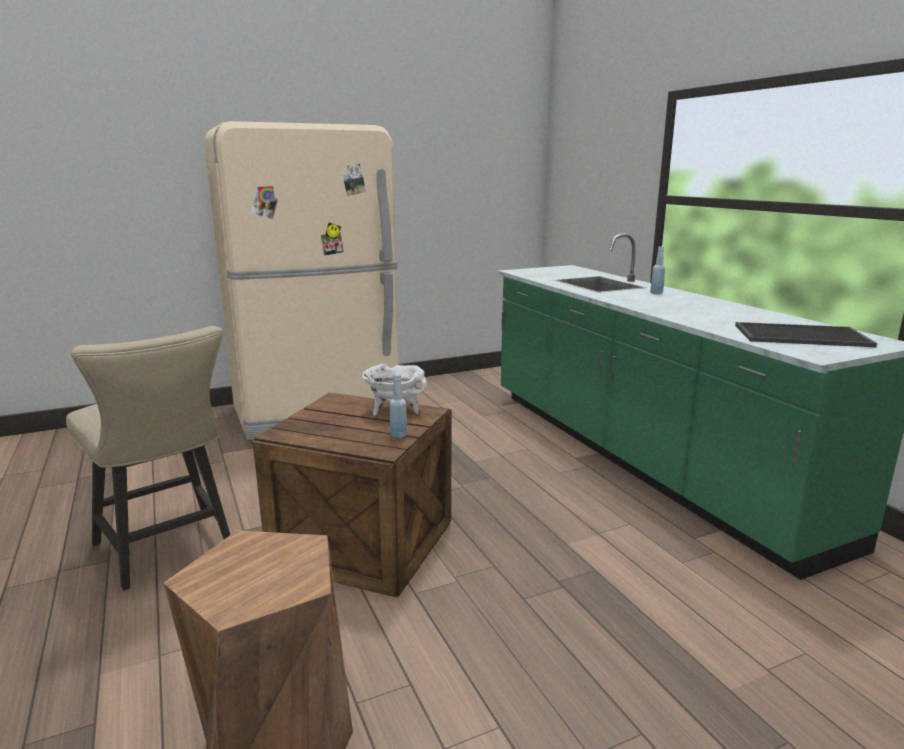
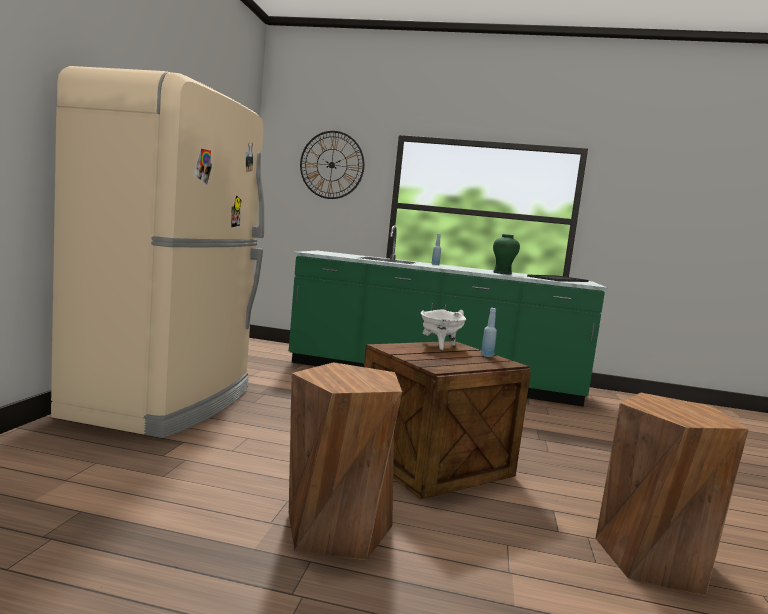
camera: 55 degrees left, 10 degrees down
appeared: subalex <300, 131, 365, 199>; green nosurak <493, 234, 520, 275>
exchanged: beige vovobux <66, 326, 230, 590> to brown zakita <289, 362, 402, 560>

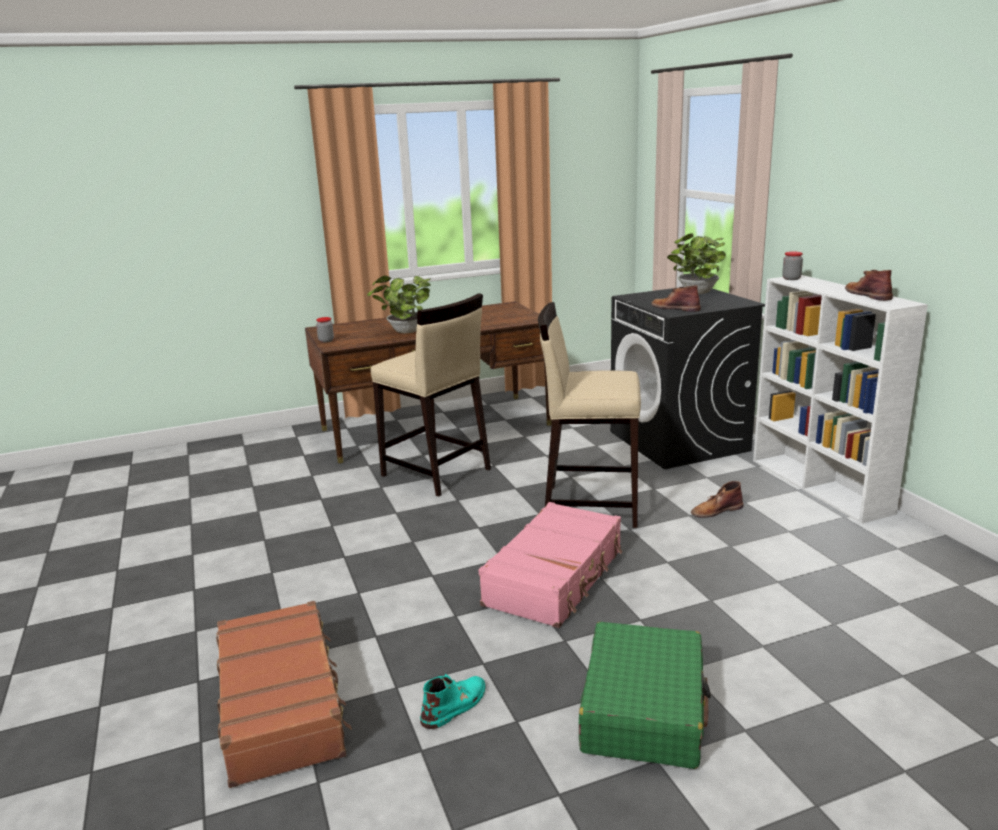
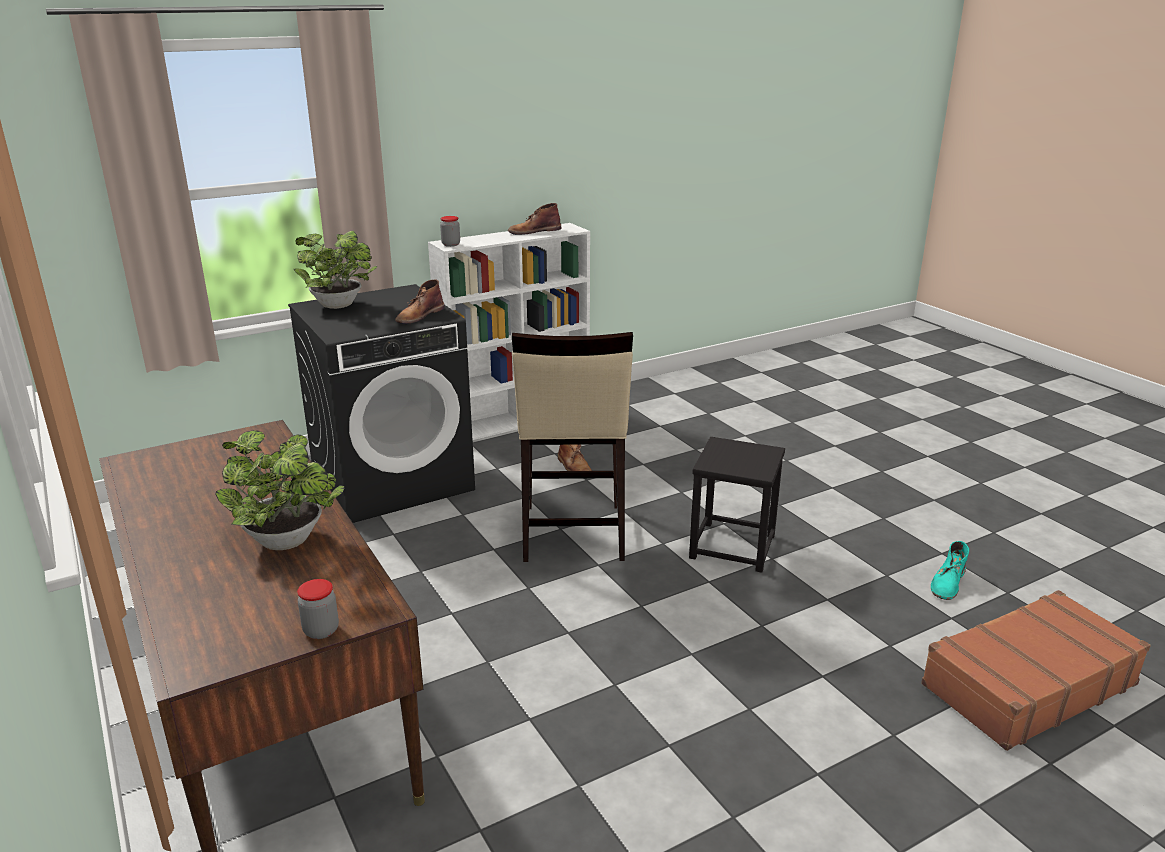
camera: 100 degrees left, 5 degrees up
missing: beige zakita <371, 293, 491, 497>; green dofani <579, 622, 711, 769>
exchanged: pink dofani <479, 502, 622, 628> to black zakita <689, 437, 785, 573>
spun: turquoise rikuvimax <420, 674, 486, 729> = <931, 541, 969, 600> 90 degrees counterclockwise

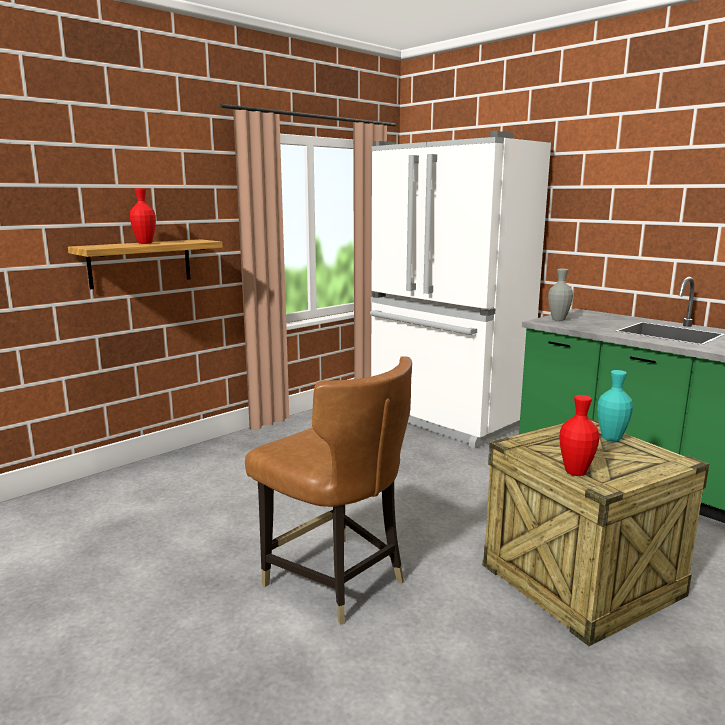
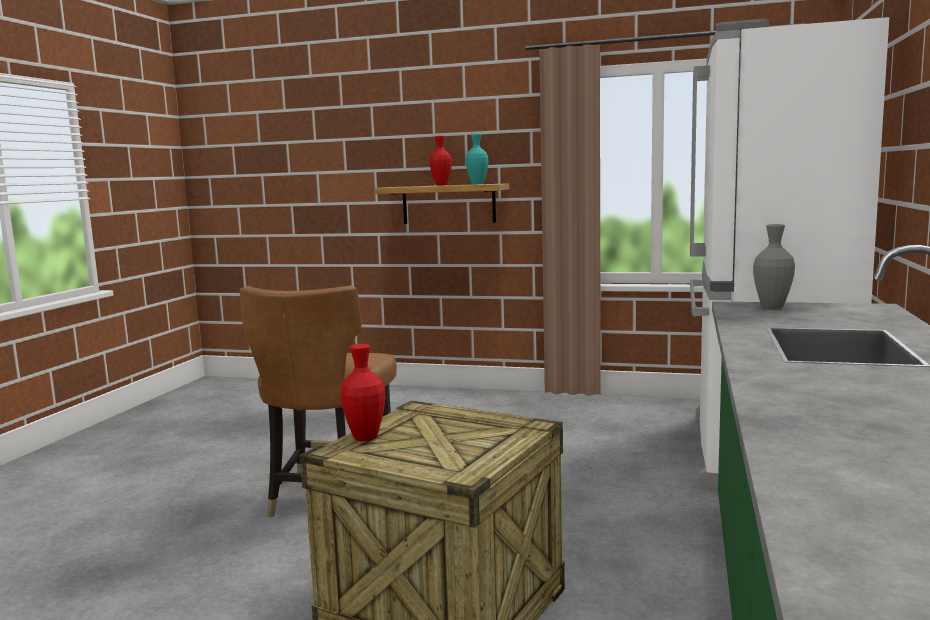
camera: 60 degrees right, 5 degrees down
relocated: turquoise nosurak <598, 370, 633, 441> to <465, 134, 488, 184>

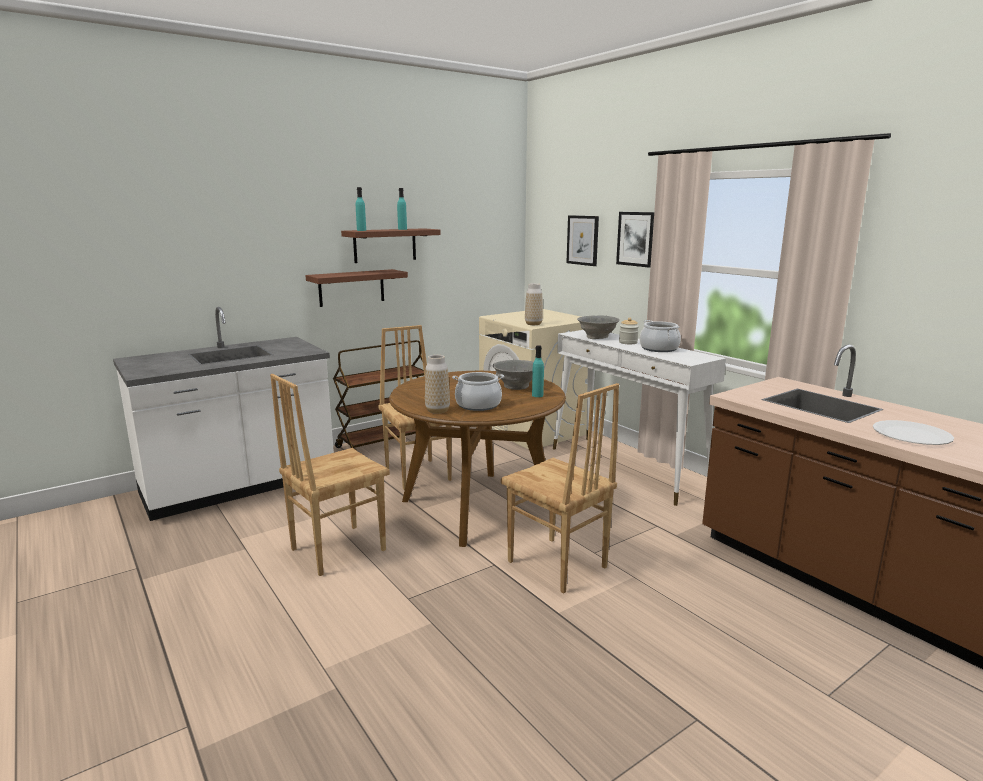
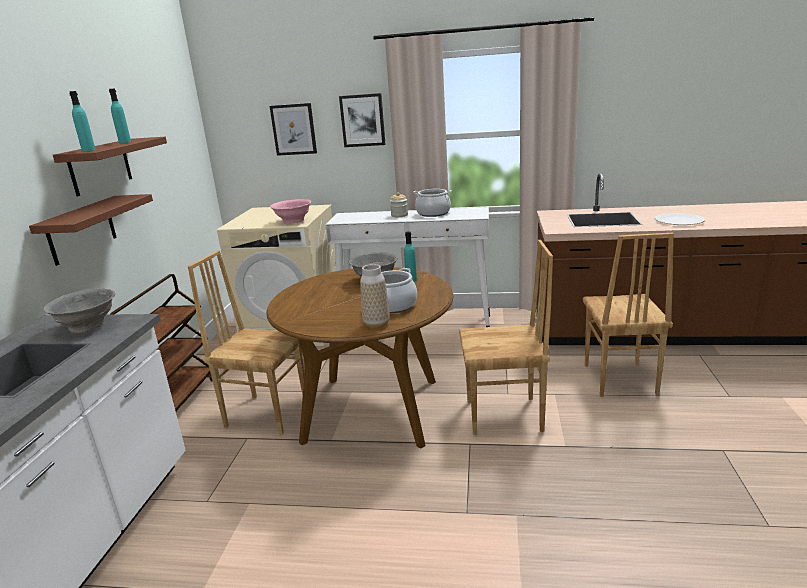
camera: 45 degrees left, 5 degrees up
relocated: brown vovobux <270, 374, 390, 576> to <583, 233, 674, 397>; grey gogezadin <577, 315, 620, 339> to <43, 288, 115, 333>
exchanged: nosurak <525, 283, 543, 325> to pink gogezadin <270, 199, 311, 224>

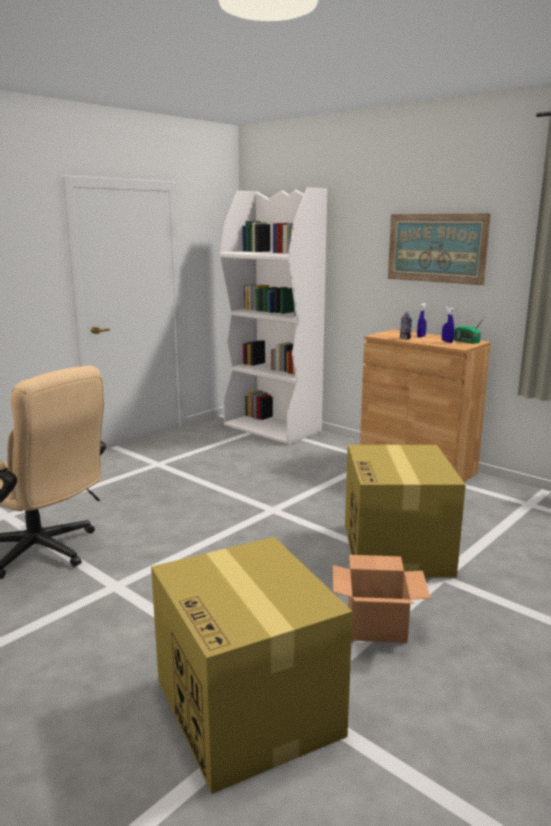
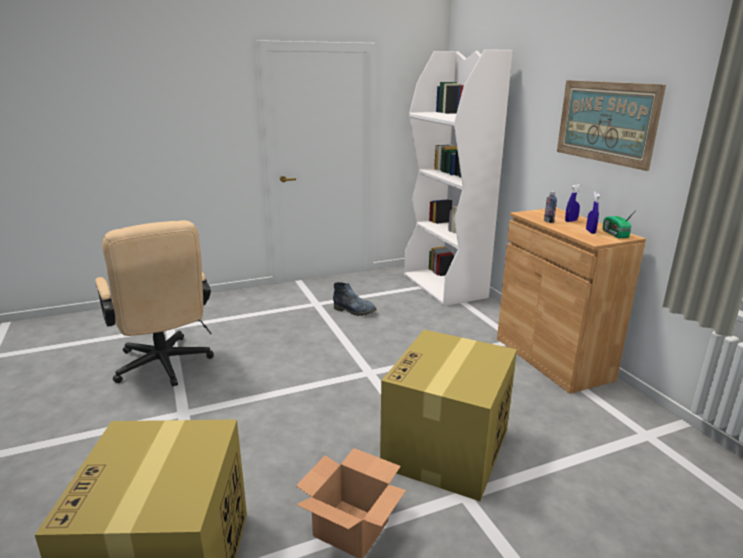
camera: 25 degrees right, 5 degrees up
appeared: rikuvimax <333, 282, 377, 316>

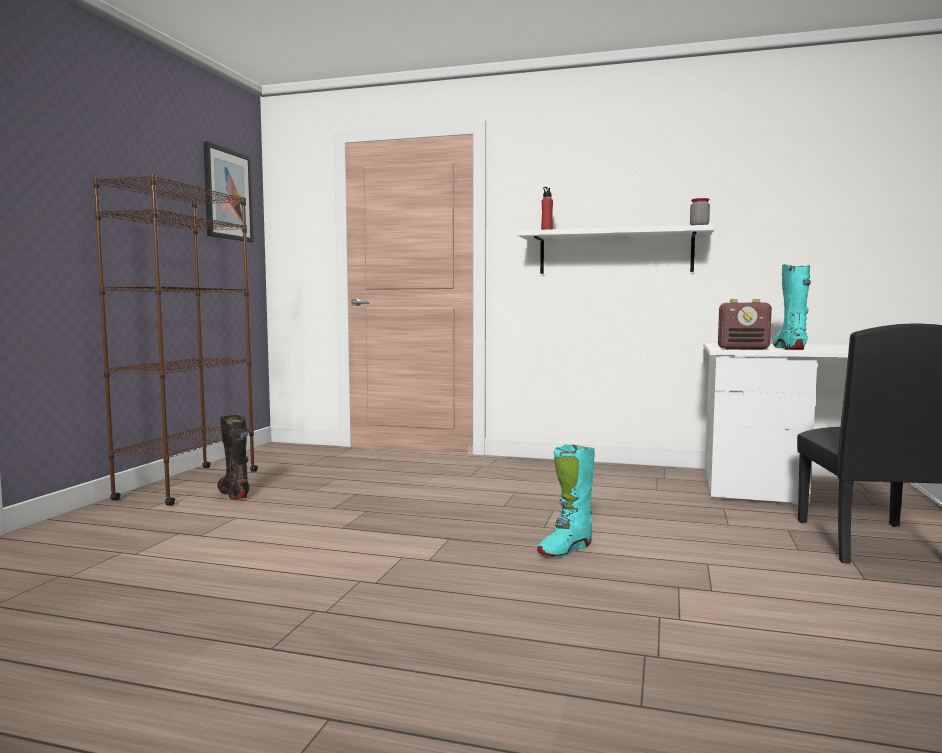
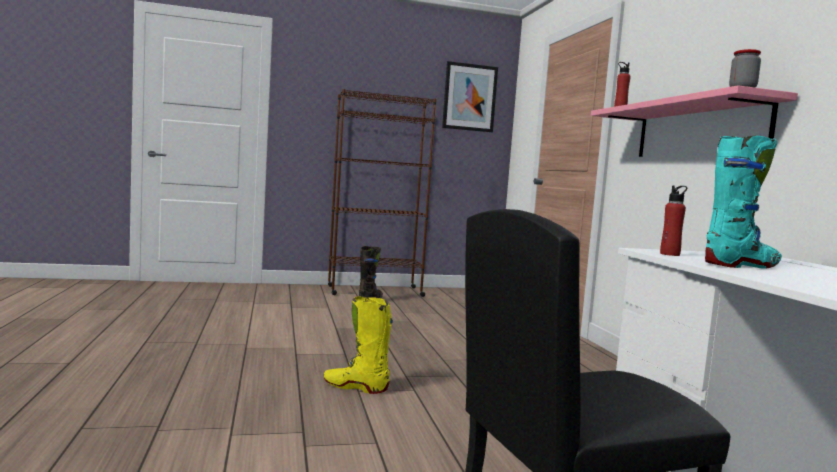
camera: 60 degrees right, 0 degrees up
exchanged: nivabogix <718, 299, 772, 350> to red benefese <660, 185, 688, 256>
colour: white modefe <517, 225, 714, 274> to pink modefe <591, 85, 798, 157>; turquoise rikuvimax <537, 444, 594, 558> to yellow rikuvimax <324, 296, 393, 394>

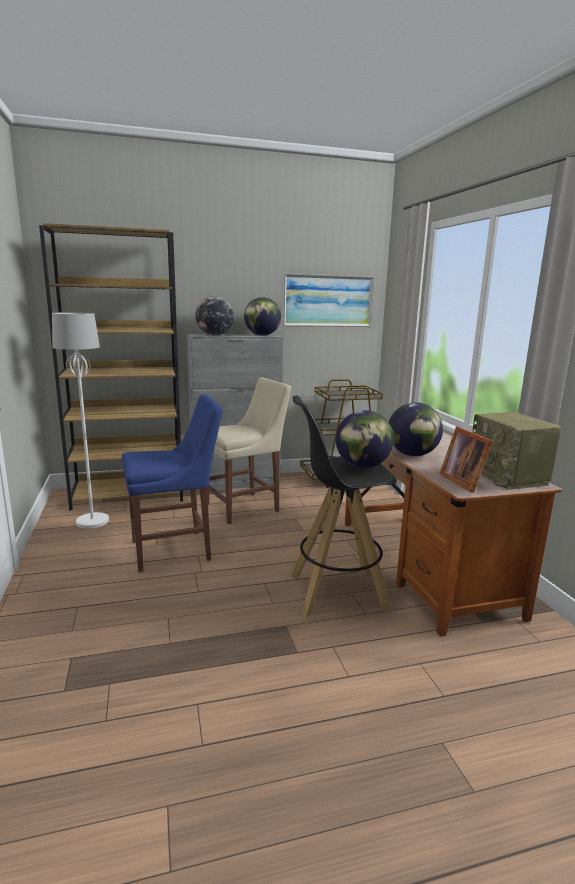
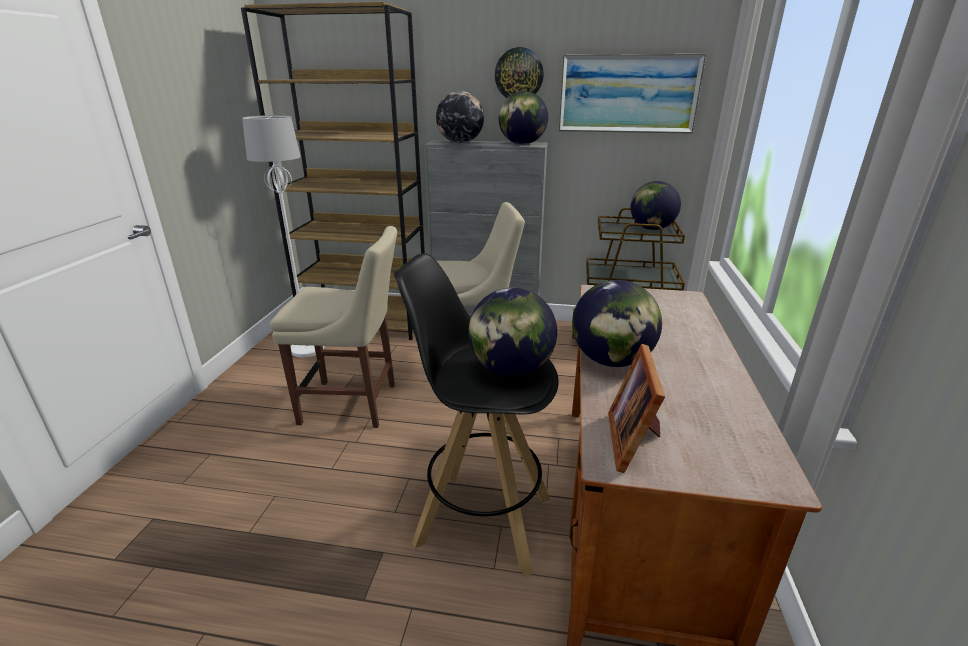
camera: 25 degrees right, 10 degrees up
missing: nivabogix <472, 412, 561, 490>
appeared: subalex <495, 47, 544, 98>; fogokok <631, 181, 681, 230>
colour: blue vovobux <122, 394, 223, 572> to beige vovobux <270, 226, 397, 428>

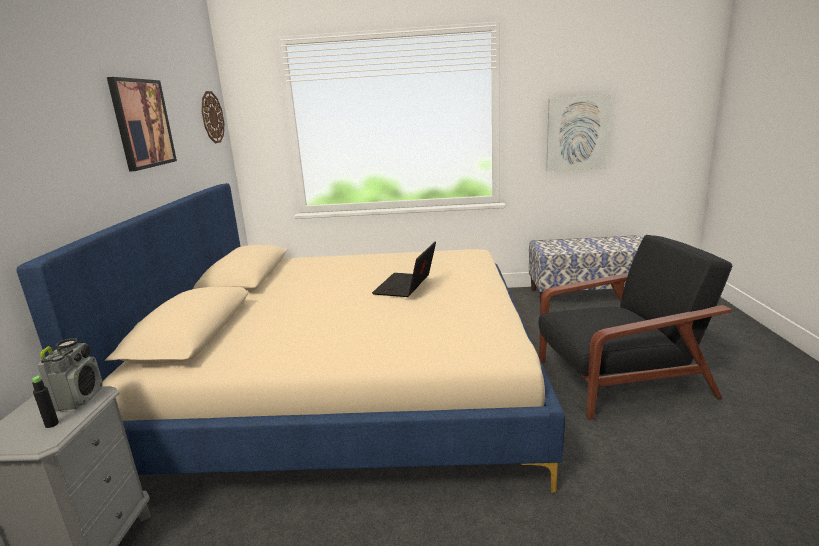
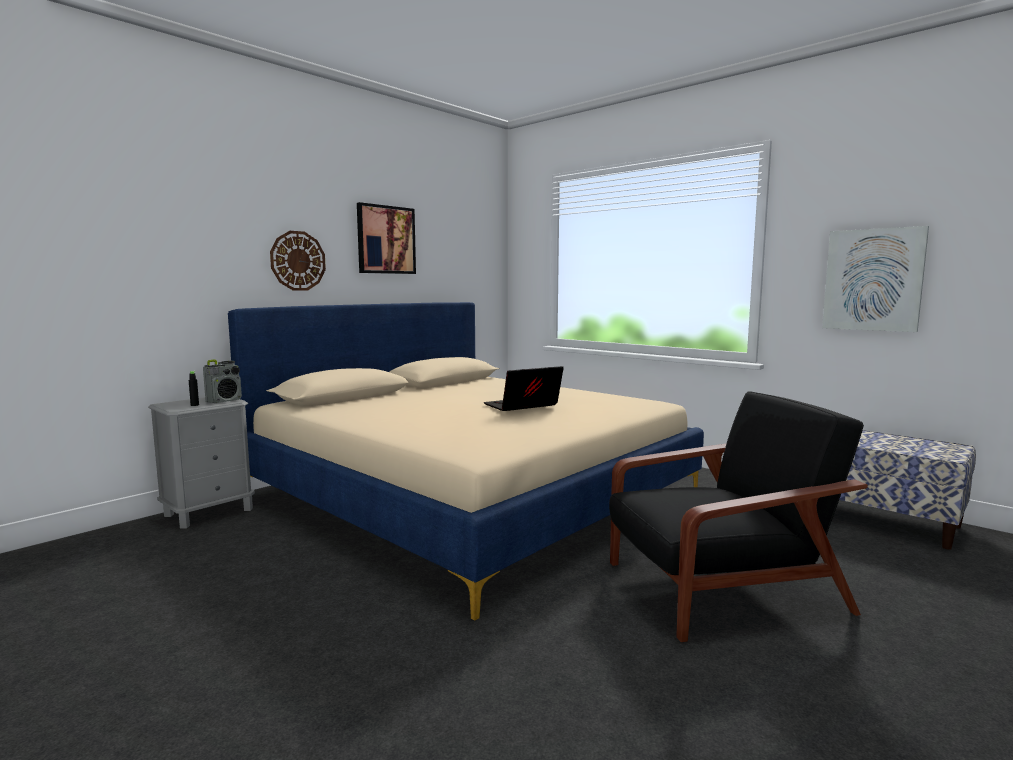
camera: 40 degrees right, 10 degrees down
relocated: subalex <201, 91, 224, 143> to <270, 231, 326, 291>
spun: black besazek <538, 235, 732, 420> = <609, 392, 868, 642> 45 degrees counterclockwise

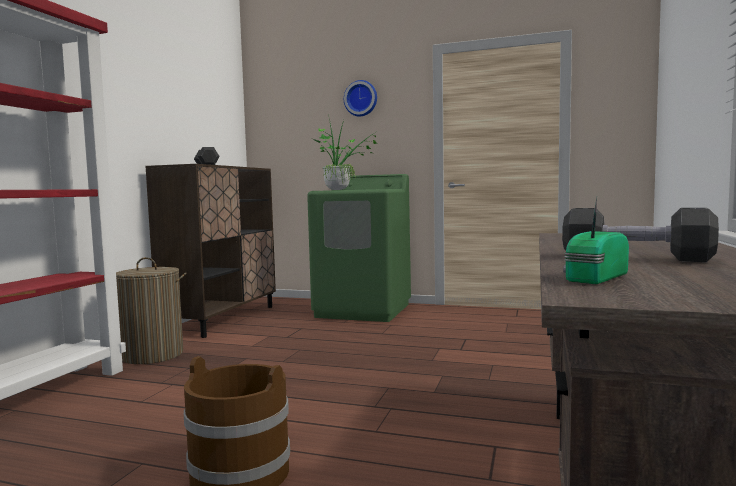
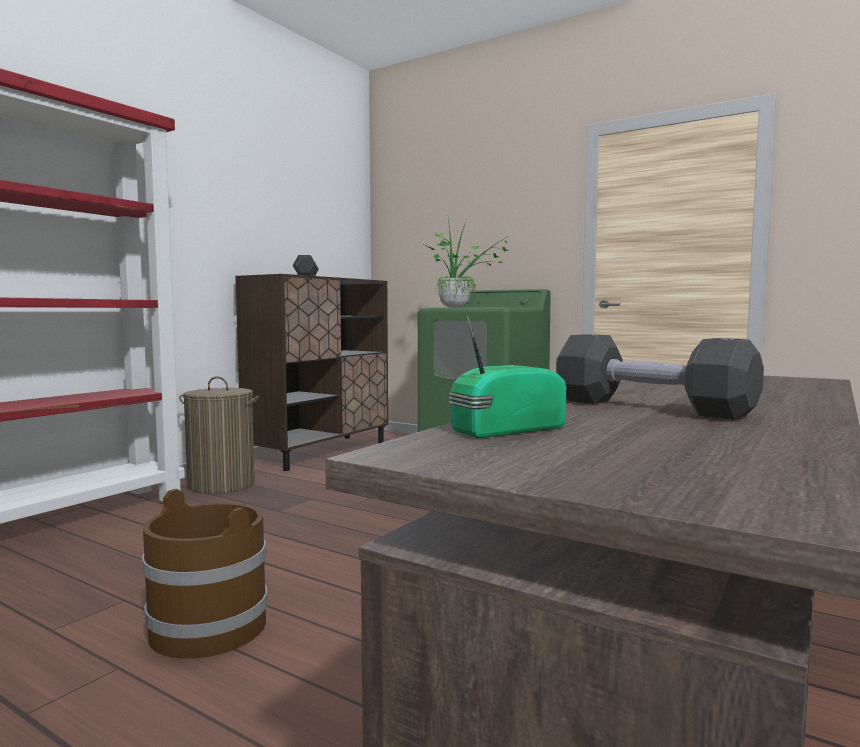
camera: 15 degrees right, 0 degrees up
missing: subalex <344, 80, 377, 117>

